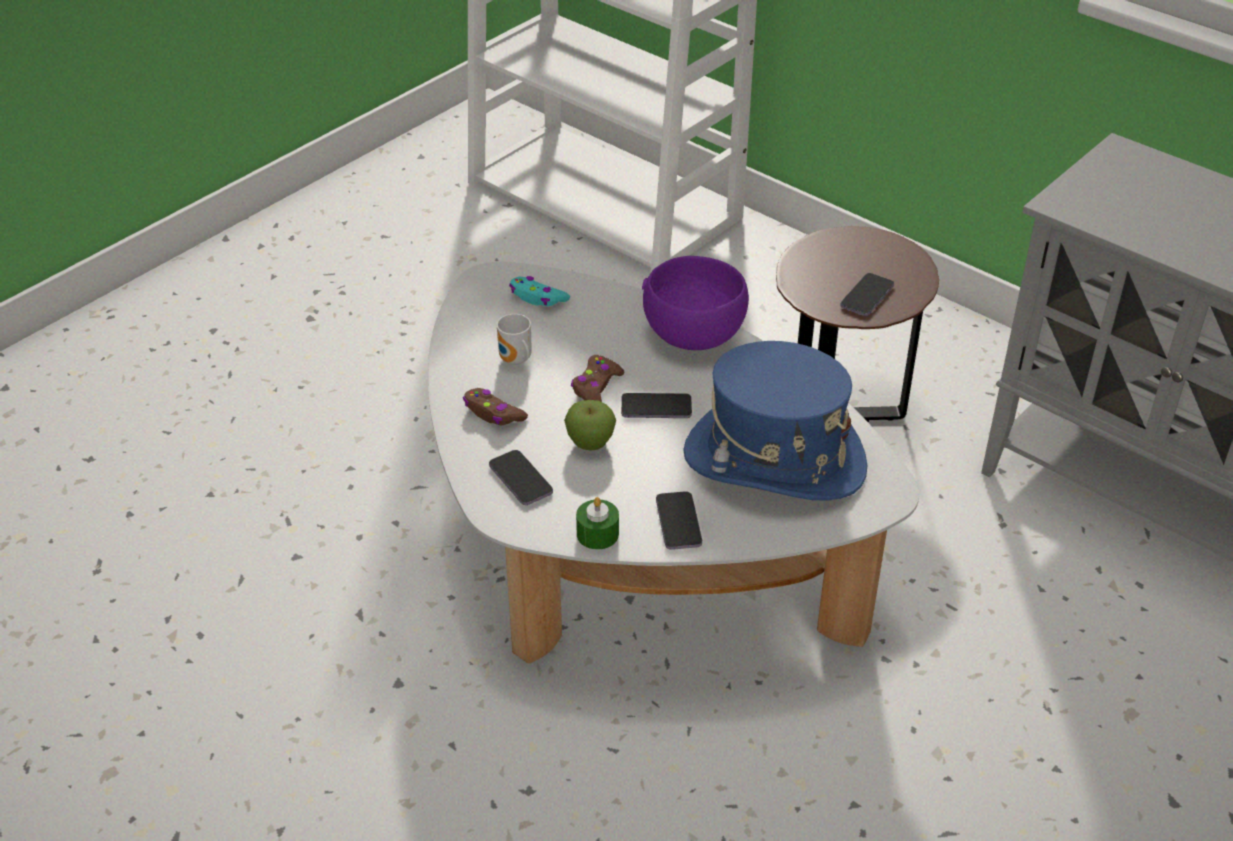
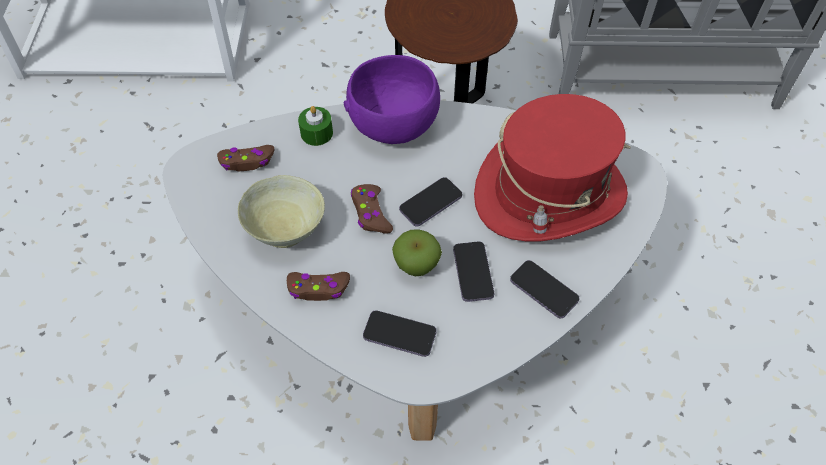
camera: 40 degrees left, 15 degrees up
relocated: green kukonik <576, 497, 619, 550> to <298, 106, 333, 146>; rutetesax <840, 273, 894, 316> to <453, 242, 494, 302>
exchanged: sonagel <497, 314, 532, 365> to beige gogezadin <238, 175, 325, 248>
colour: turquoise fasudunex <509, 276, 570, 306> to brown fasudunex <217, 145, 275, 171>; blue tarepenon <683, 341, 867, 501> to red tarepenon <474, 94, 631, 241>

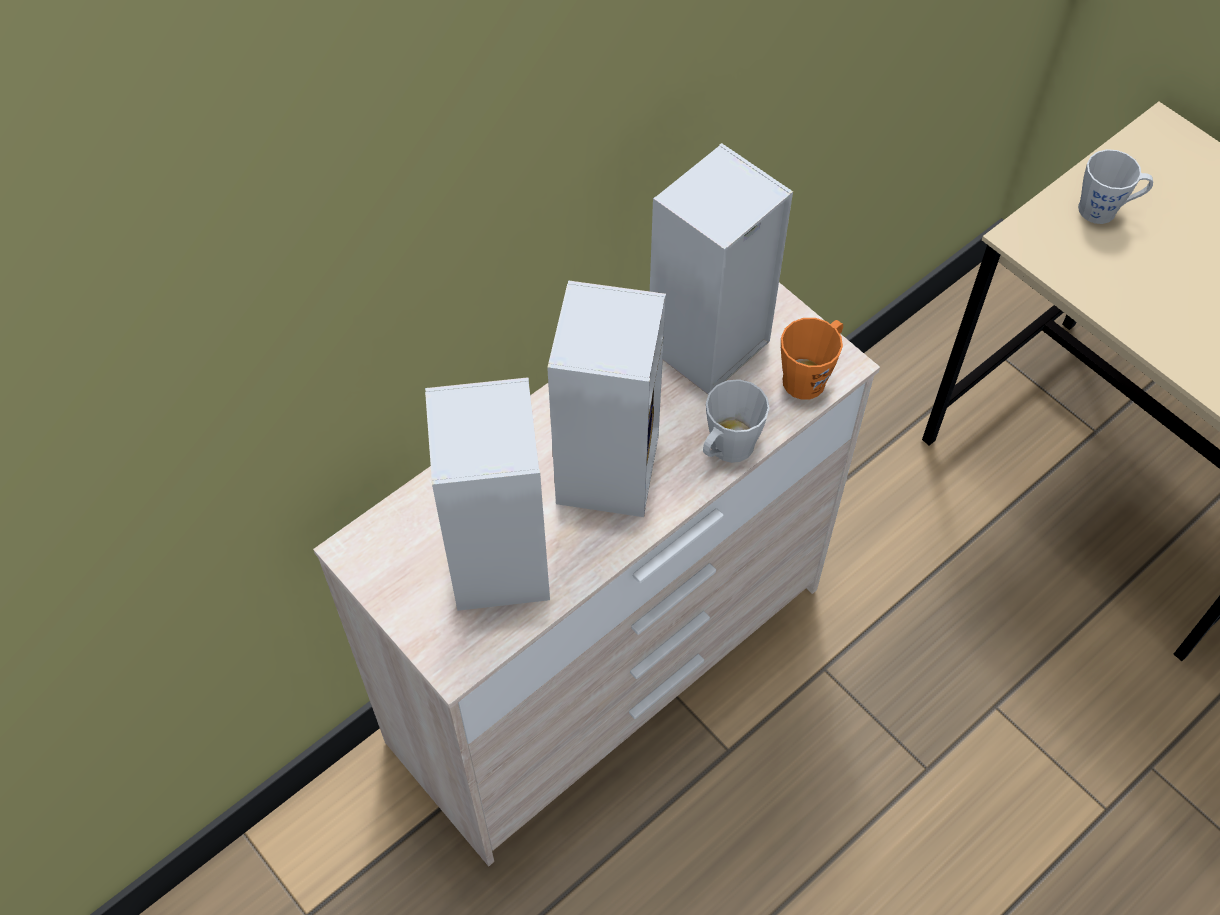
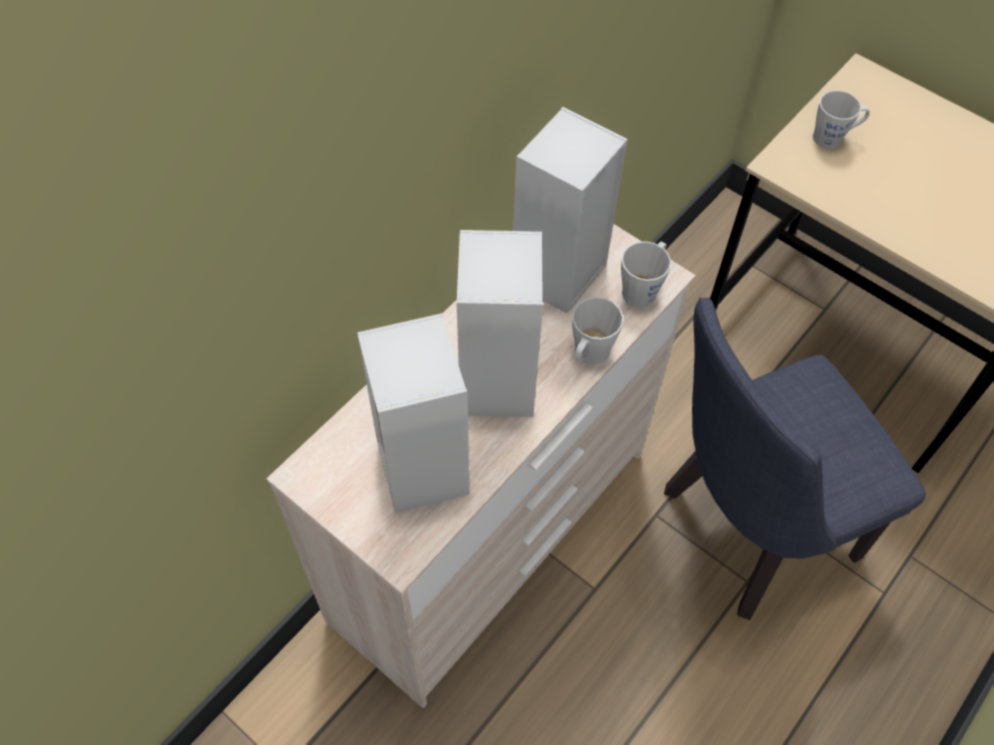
camera: 10 degrees left, 0 degrees up
appeared: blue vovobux <664, 297, 926, 620>
colour: orange sonagel <781, 318, 843, 400> to grey sonagel <621, 241, 671, 308>

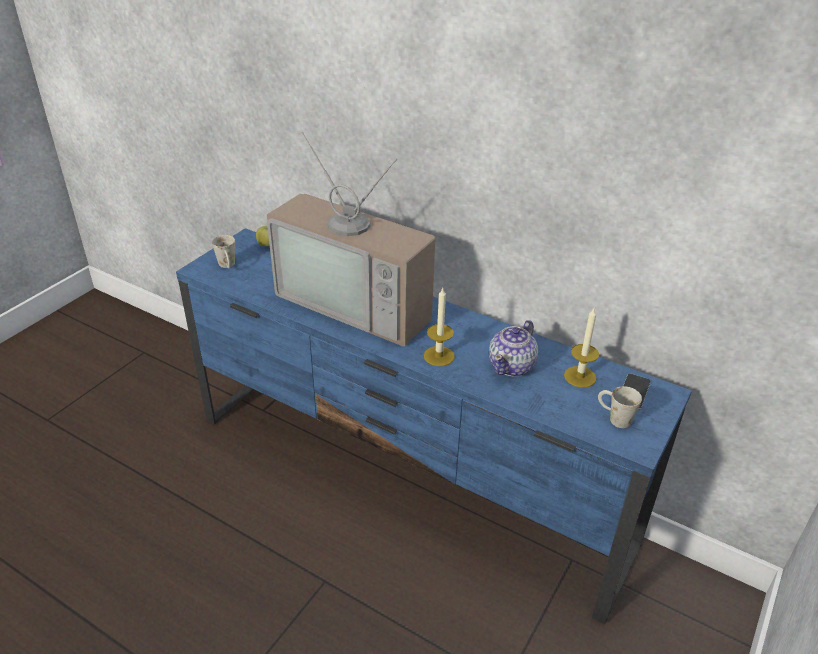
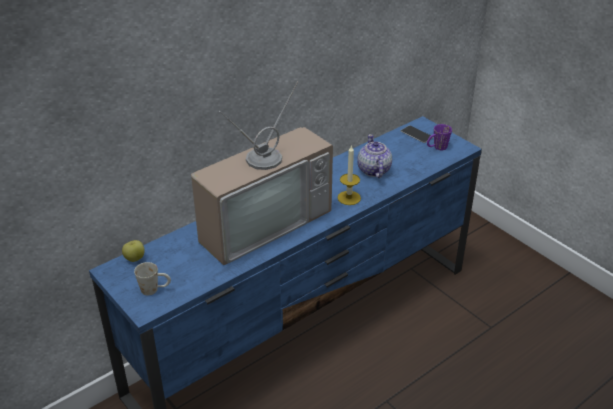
camera: 70 degrees left, 0 degrees up
missing: kukonik <564, 308, 599, 388>
colour: white sonagel <598, 386, 642, 428> to purple sonagel <427, 124, 452, 150>
spun: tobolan <489, 320, 538, 377> = <358, 134, 392, 178> 150 degrees counterclockwise

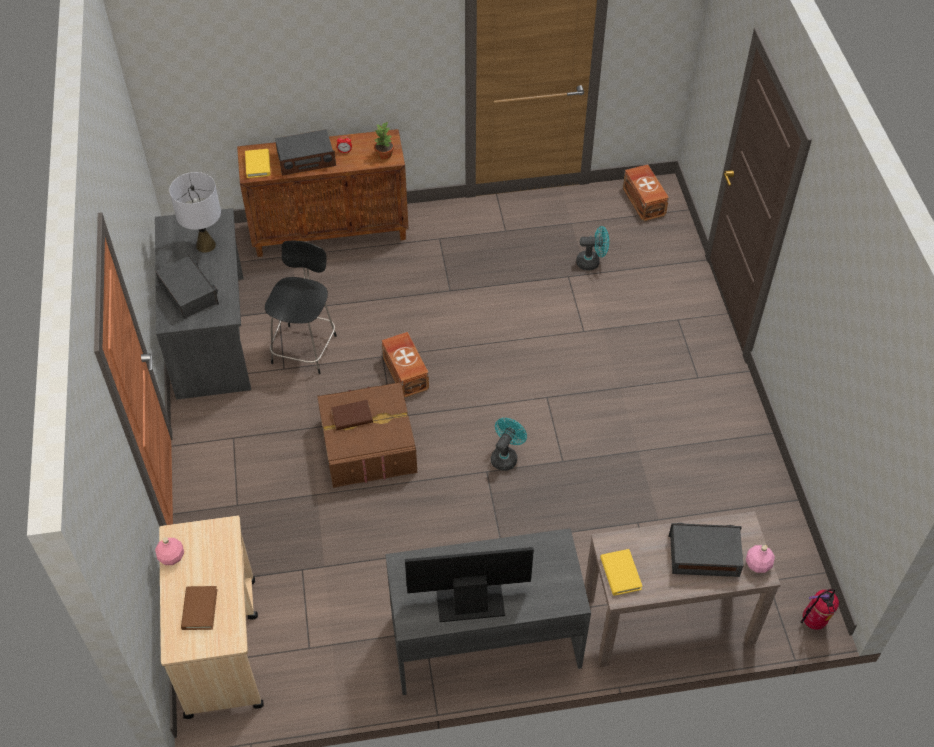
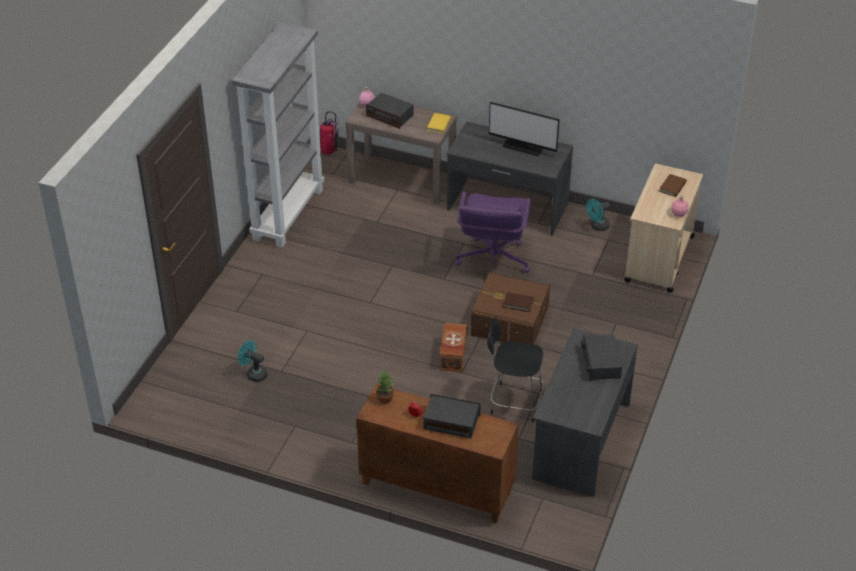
camera: 150 degrees left, 10 degrees down
missing: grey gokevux <169, 172, 221, 253>; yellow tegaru <245, 149, 271, 178>; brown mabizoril <623, 164, 669, 221>
appeared: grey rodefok <232, 22, 324, 248>; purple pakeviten <455, 192, 531, 273>
relocated: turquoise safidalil <491, 418, 527, 471> to <586, 199, 610, 231>
spun: black vovobux <265, 241, 337, 374> = <487, 316, 544, 422> 60 degrees clockwise

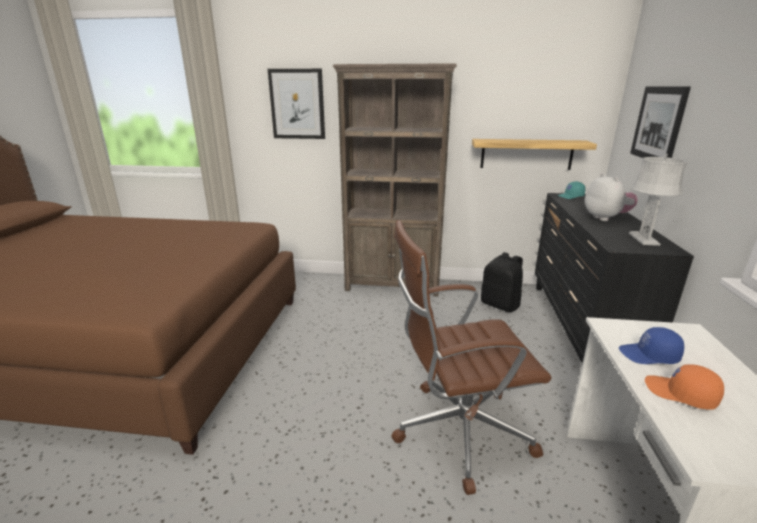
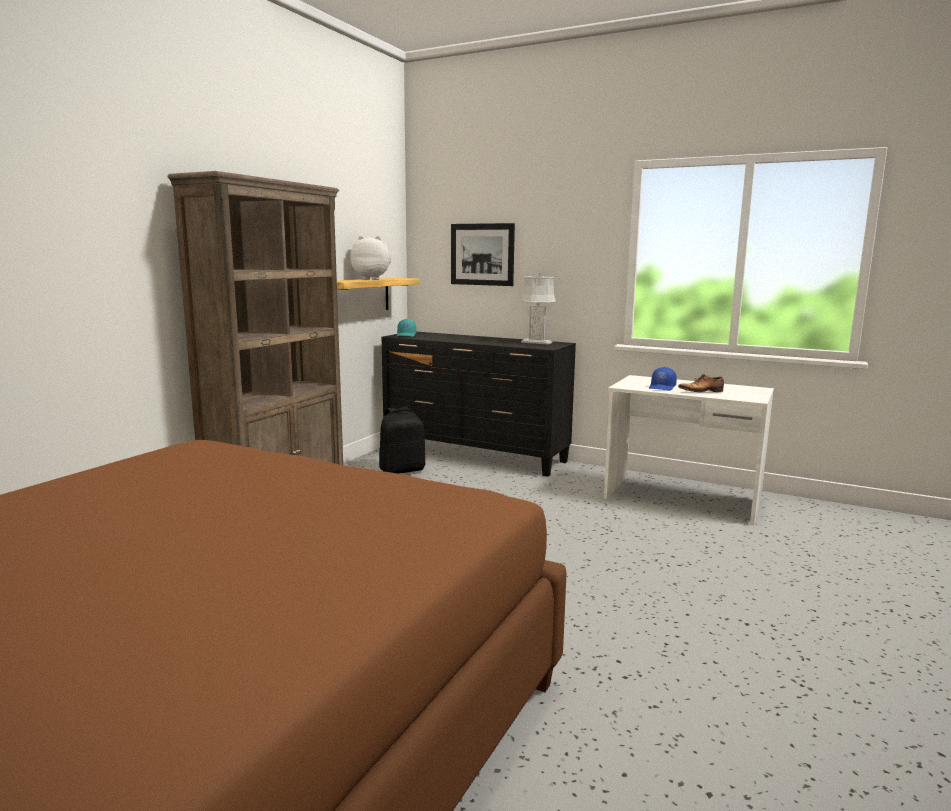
camera: 70 degrees left, 10 degrees down
missing: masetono <268, 69, 325, 139>; brown pakeviten <392, 220, 551, 495>
relocated: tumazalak <585, 173, 638, 221> to <350, 236, 391, 280>
exchanged: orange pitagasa <645, 364, 724, 409> to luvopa <678, 374, 724, 392>

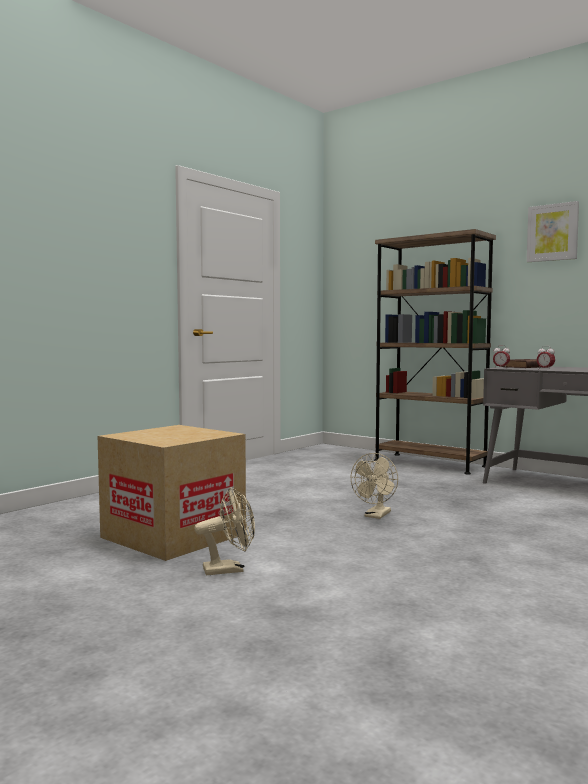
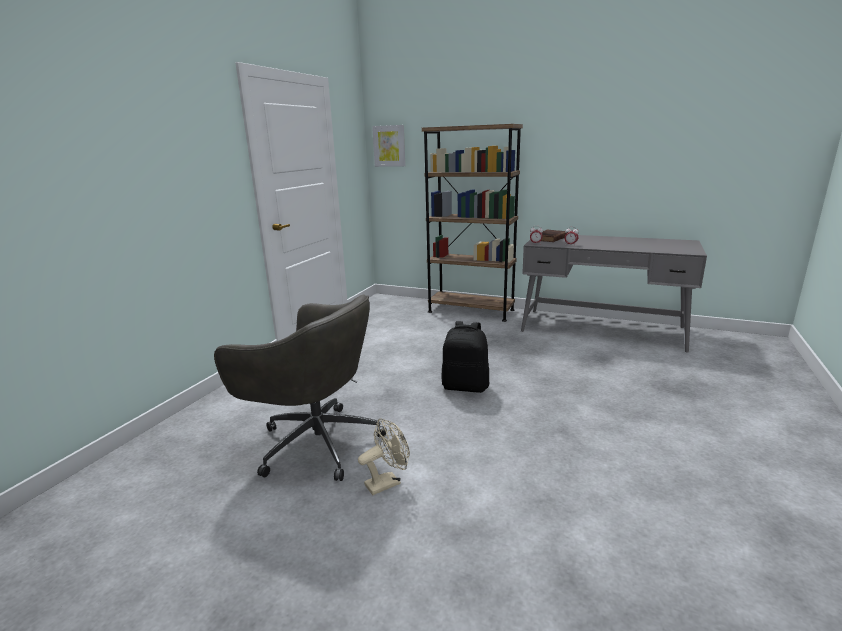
camera: 15 degrees left, 15 degrees up
relocated: masetono <527, 201, 579, 262> to <372, 125, 405, 167>
exchanged: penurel <98, 425, 246, 561> to grey pakeviten <214, 295, 387, 481>; beige safidalil <351, 453, 398, 519> to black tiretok <442, 321, 489, 393>

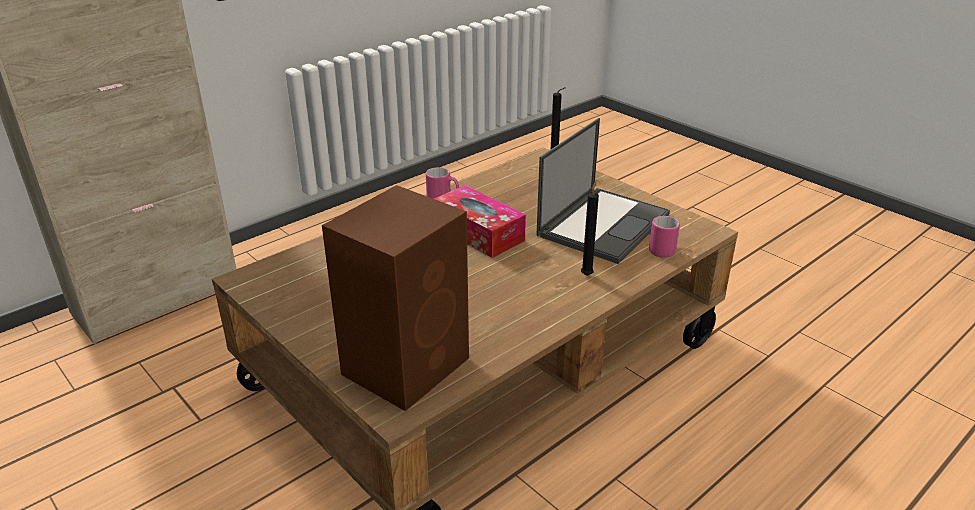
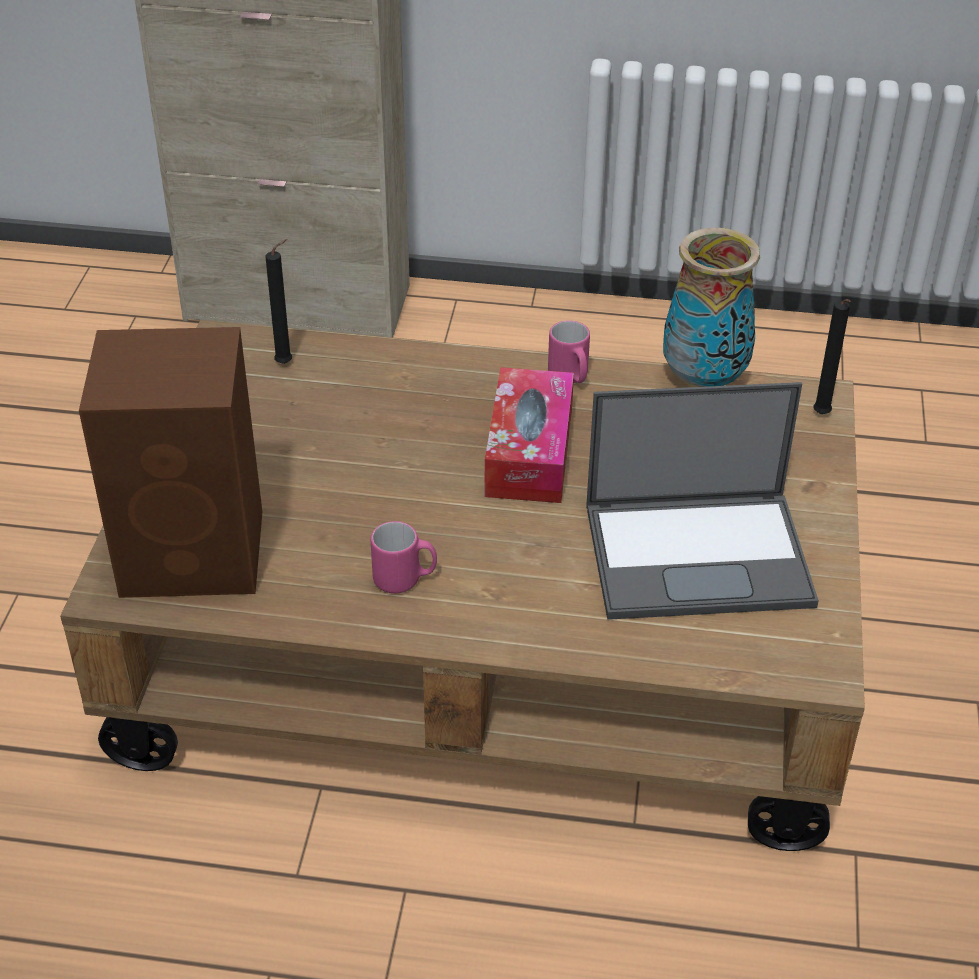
camera: 50 degrees right, 10 degrees up
appeared: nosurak <663, 228, 760, 387>
relocated: black kukonik <581, 181, 599, 276> to <265, 239, 292, 364>; pink sonagel <649, 216, 680, 258> to <371, 521, 437, 593>

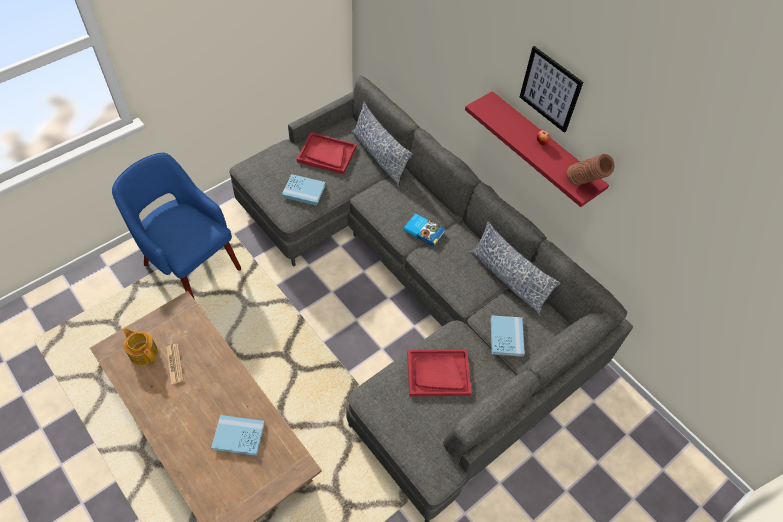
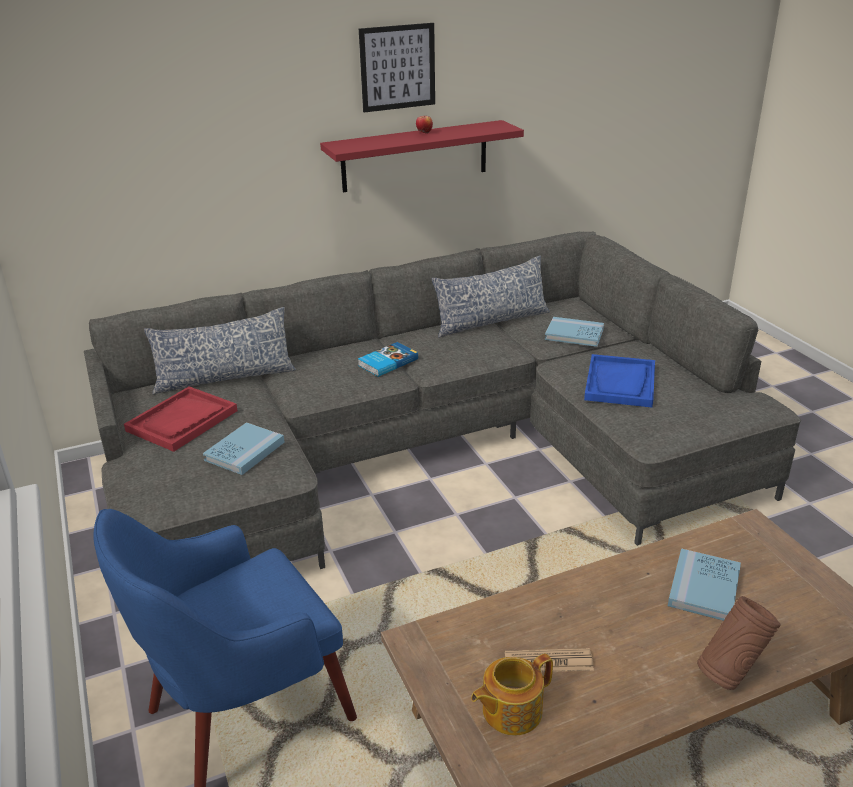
camera: 70 degrees left, 25 degrees down
relocated: brown nosurak <567, 154, 615, 185> to <697, 596, 780, 690>
colour: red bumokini <407, 349, 472, 396> to blue bumokini <584, 354, 655, 408>

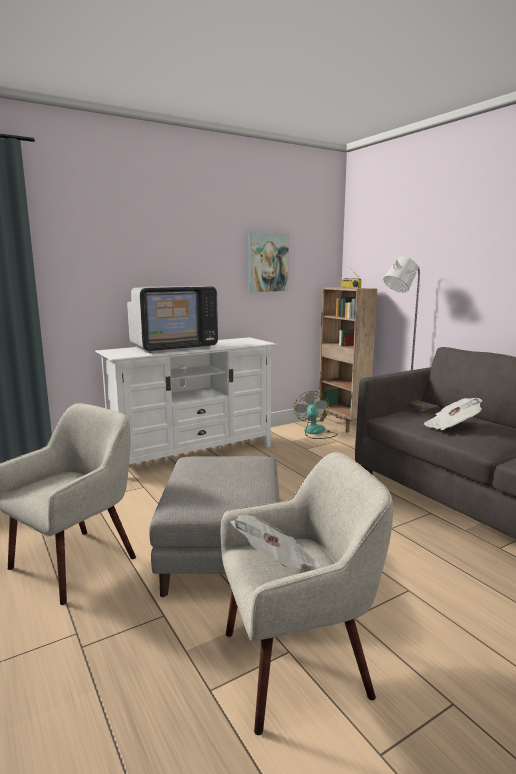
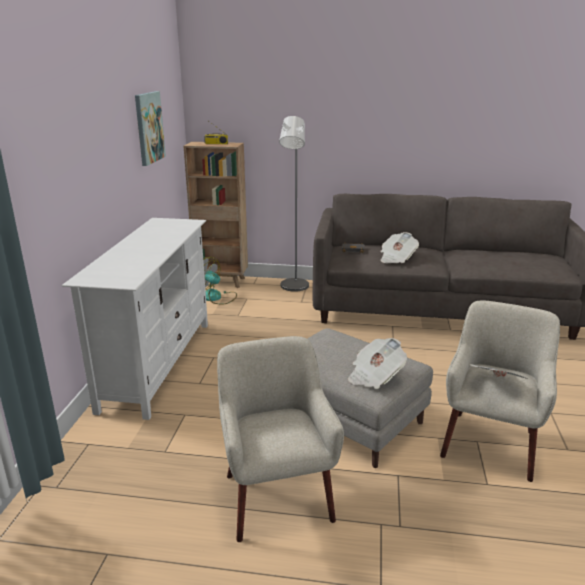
camera: 50 degrees left, 10 degrees up
missing: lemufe <127, 286, 218, 353>
appeared: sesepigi <348, 338, 407, 389>

